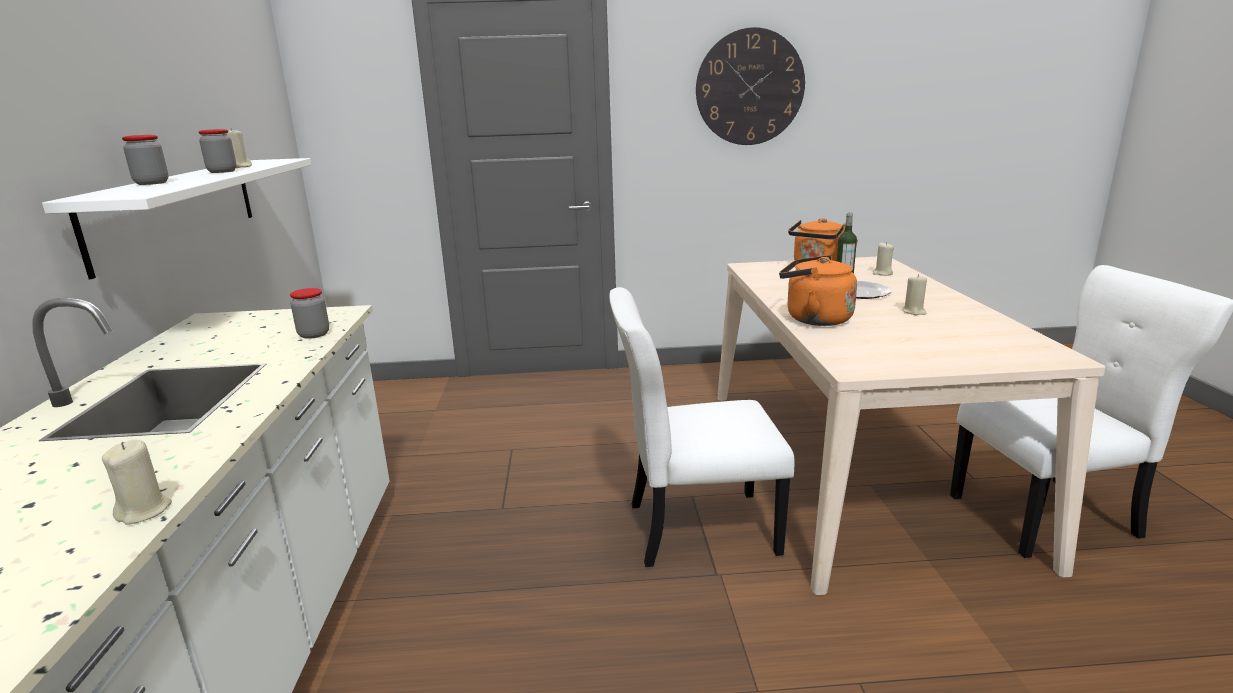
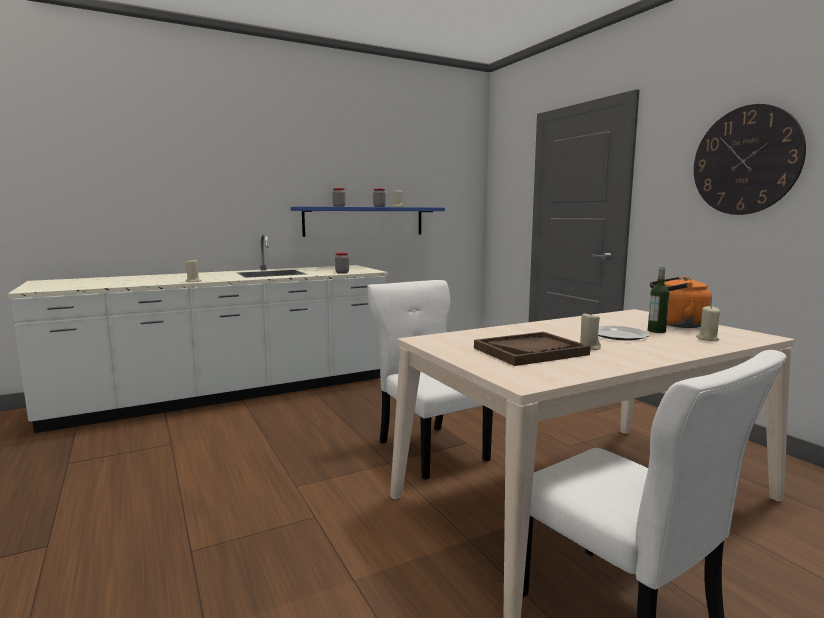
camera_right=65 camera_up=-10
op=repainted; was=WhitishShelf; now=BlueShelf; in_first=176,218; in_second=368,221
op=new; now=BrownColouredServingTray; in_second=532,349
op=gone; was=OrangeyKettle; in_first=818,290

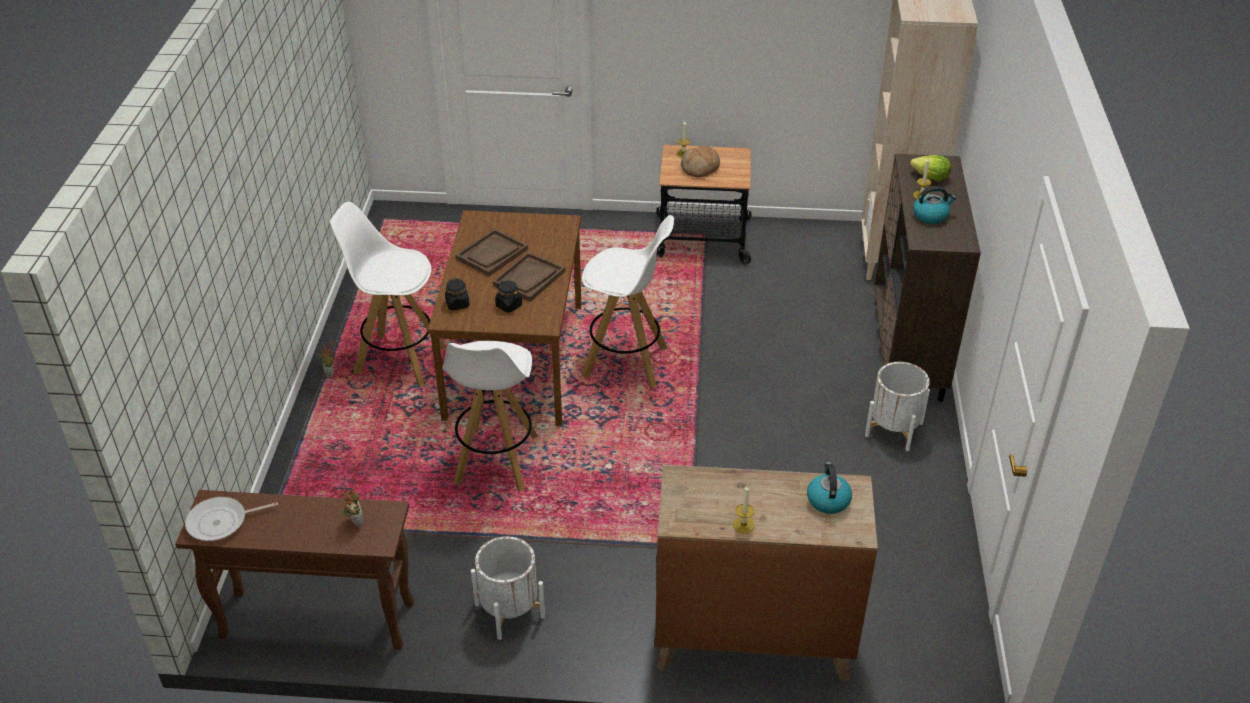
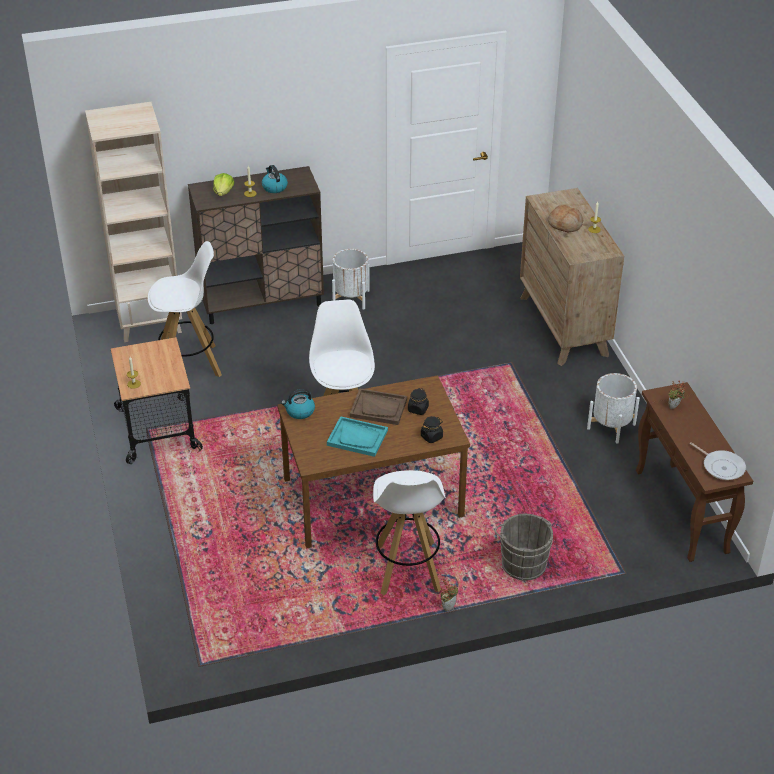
camera_right=-110 camera_up=0
op=shifted; was=WhitishStool; in_first=490,416; in_second=185,309
op=shifted; was=Kettle; in_first=829,488; in_second=298,404
op=repainted; was=BrownColouredServingTray; now=TurquoiseServingTray; in_first=491,252; in_second=357,436
op=new; now=GreyPail; in_second=523,547
op=shifted; was=Bread; in_first=700,161; in_second=565,218

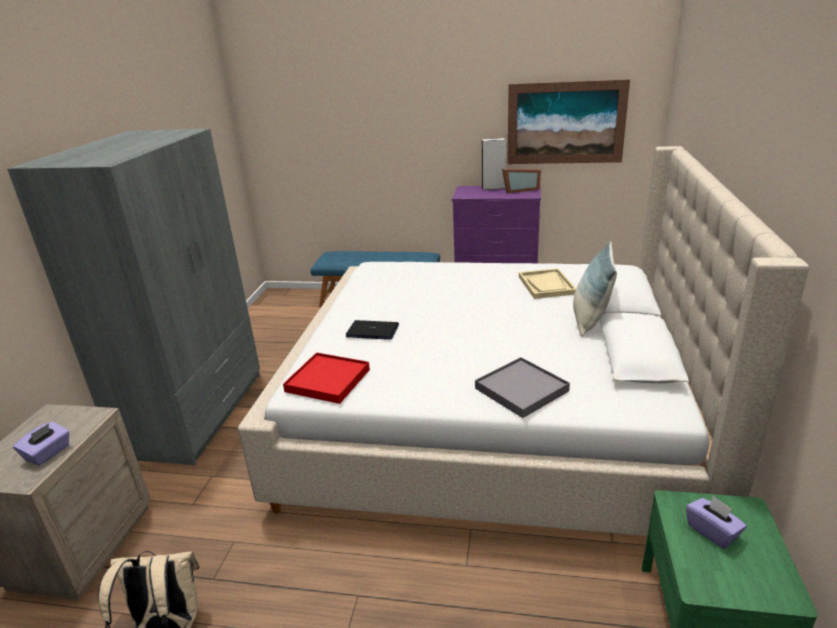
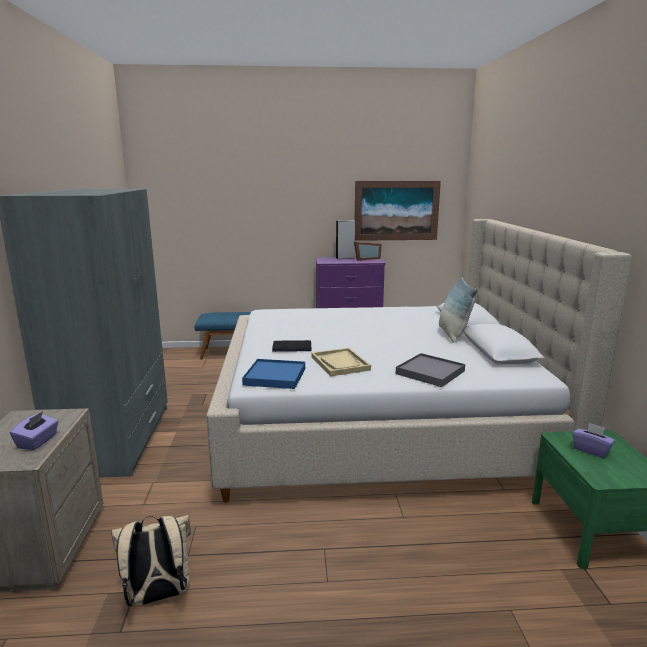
camera_right=-15 camera_up=-10
op=repainted; was=RedServingTray; now=BlueServingTray; in_first=326,378; in_second=273,374
op=shifted; was=SandColouredServingTray; in_first=547,283; in_second=341,362

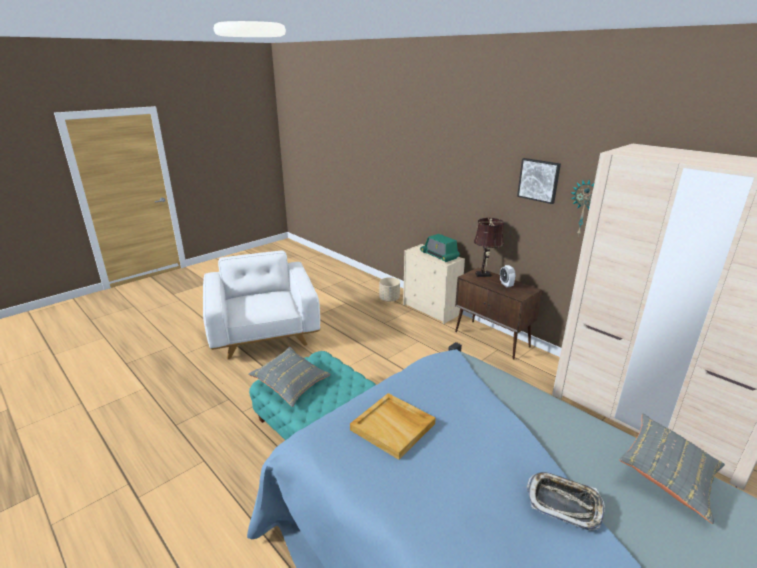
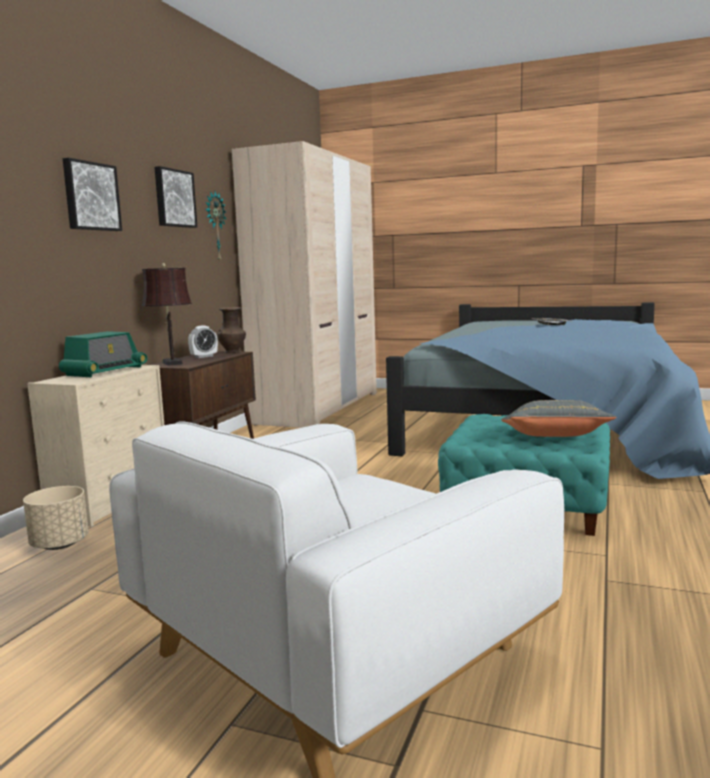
camera_right=-115 camera_up=-15
op=new; now=WallPicture; in_second=92,194
op=new; now=BrownColouredFlowerVase; in_second=231,330
op=gone; was=SandColouredServingTray; in_first=393,426
op=gone; was=GreyThrowPillow; in_first=672,468

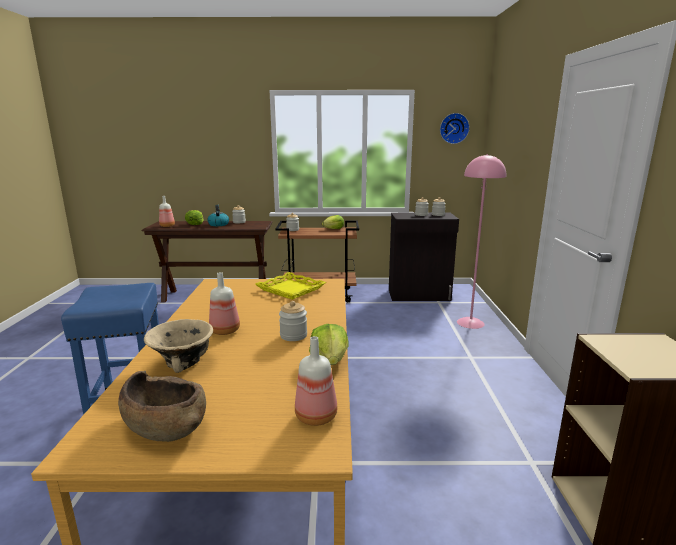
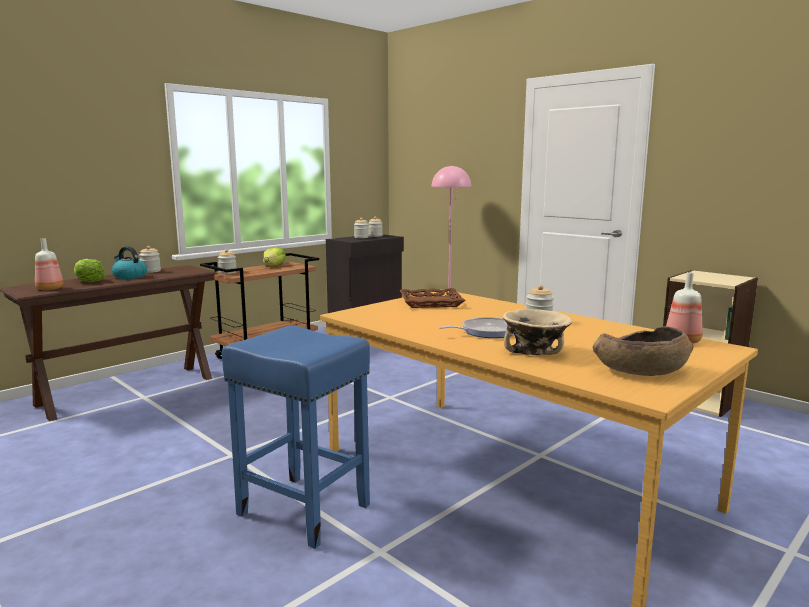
camera_right=-45 camera_up=-5
op=repainted; was=YellowishServingTray; now=BrownColouredServingTray; in_first=290,286; in_second=432,298
op=swapped; was=DrinkBottle; now=Skillet; in_first=224,303; in_second=476,327
op=gone; was=LettuceHead; in_first=329,344
op=gone; was=WallClock; in_first=455,128

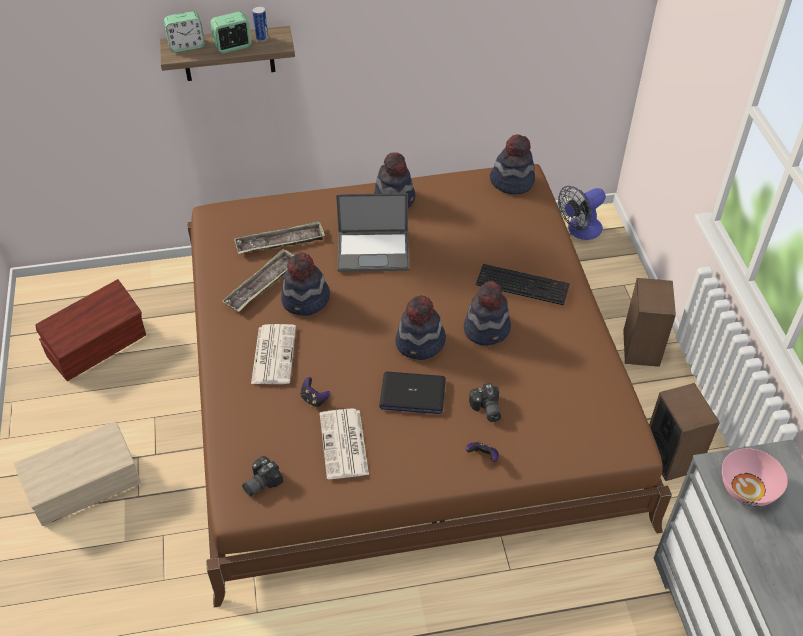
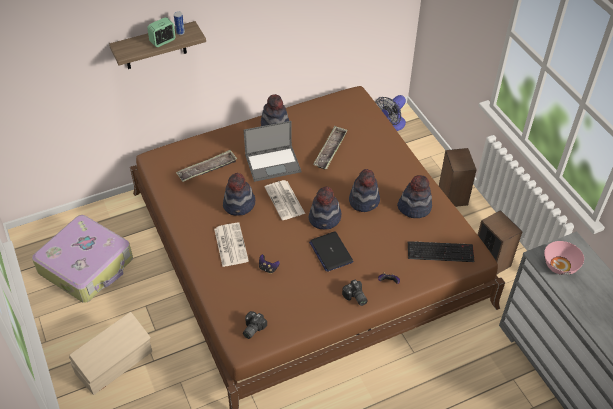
camera_right=-15 camera_up=0
op=swapped; was=BrownColouredStorageContainer; now=PieceOfLuggage; in_first=91,330; in_second=82,259
op=shifted; was=Newspaper; in_first=344,443; in_second=285,200
op=rotated; was=NotebookComputer; in_first=412,393; in_second=331,251; clockwise=75
op=shifted; was=ServingTray; in_first=258,280; in_second=330,148
op=shifted; was=PhotoCamera; in_first=485,402; in_second=355,292
op=shifted; was=Hat; in_first=512,164; in_second=414,196
op=shifted; was=PcKeyboard; in_first=523,284; in_second=441,251
op=gone; was=TableClock; in_first=184,31

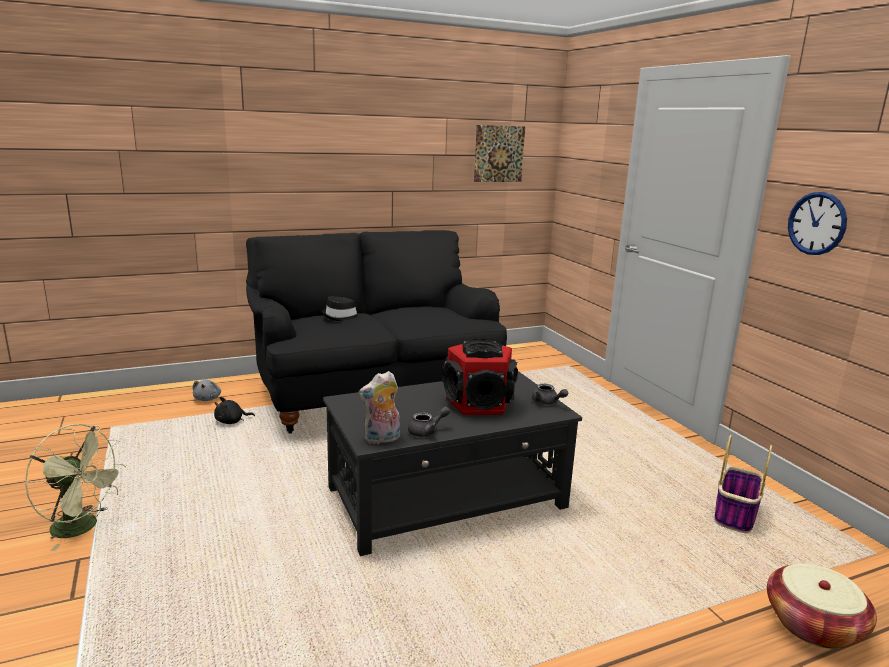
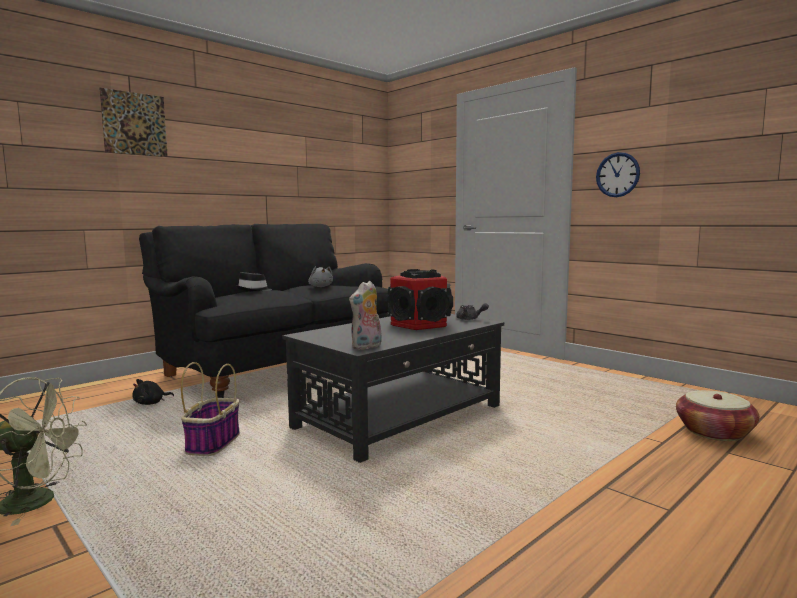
camera_right=-20 camera_up=-10
op=shifted; was=WallPicture; in_first=499,153; in_second=133,122
op=shifted; was=Basket; in_first=743,484; in_second=210,409
op=shifted; was=GreyCuddlyToy; in_first=207,390; in_second=320,276
op=gone; was=GreyTeapot; in_first=429,422

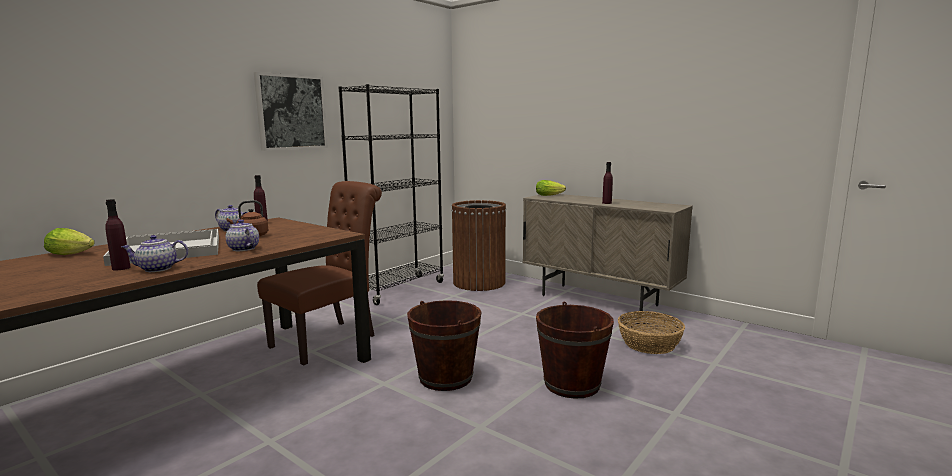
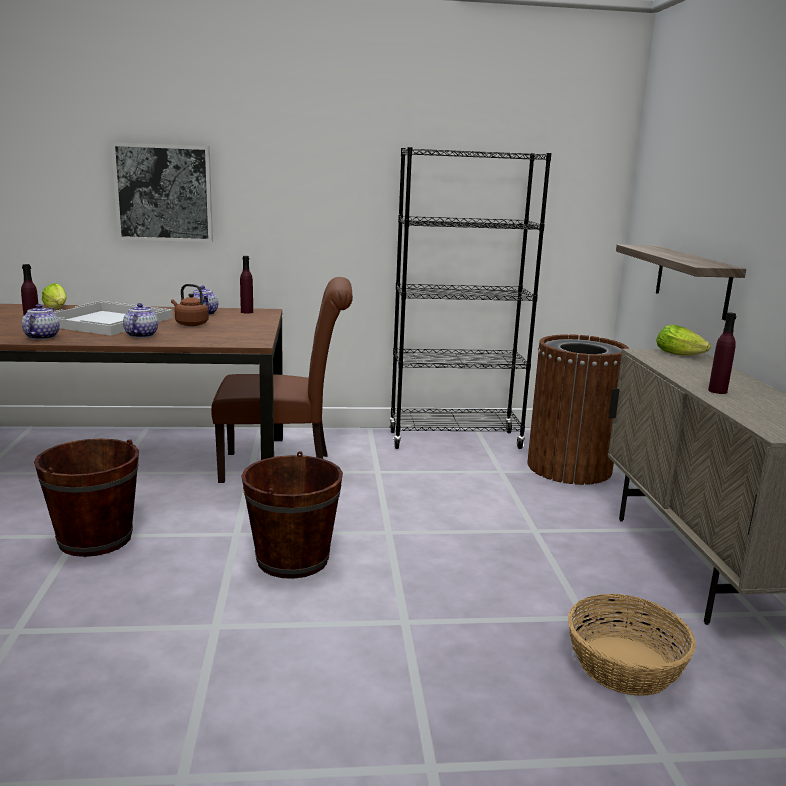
camera_right=45 camera_up=5
op=rotated; was=Teapot; in_first=154,253; in_second=41,322; clockwise=60
op=shifted; was=BrownColouredPail; in_first=575,350; in_second=86,497
op=shifted; was=WallPicture; in_first=291,111; in_second=162,192
op=new; now=Shelf; in_second=681,282

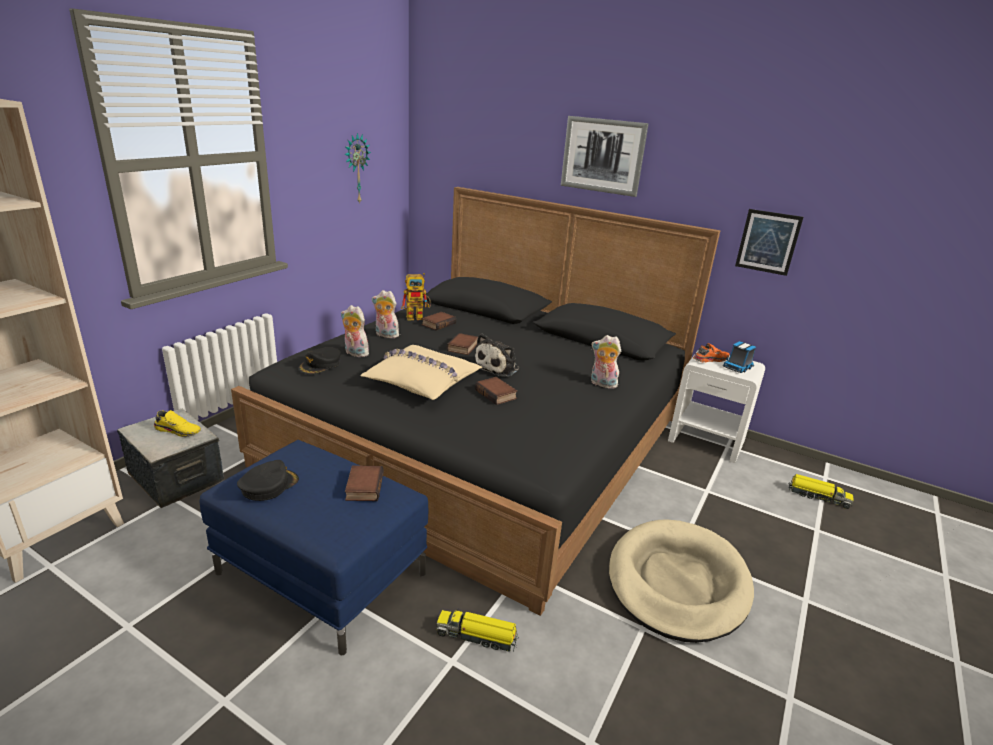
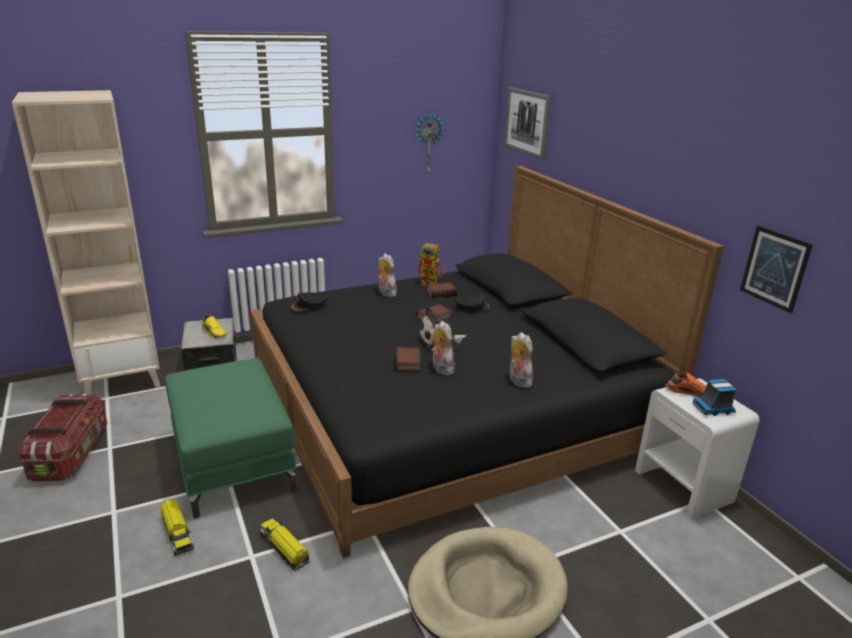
camera_right=35 camera_up=0
op=new; now=StorageContainer; in_second=63,437
op=shifted; was=ModelTruck; in_first=821,491; in_second=177,527
op=repainted; was=BlueFootrest; now=GreenFootrest; in_first=314,547; in_second=231,438
op=shifted; was=CuddlyToy; in_first=355,331; in_second=443,348
op=shifted; was=BlackColouredCap; in_first=268,480; in_second=472,302
op=shifted; was=WallPicture; in_first=605,156; in_second=528,123
op=gone; was=BoundBook; in_first=364,483
op=gone; was=SandColouredThrowPillow; in_first=421,372

